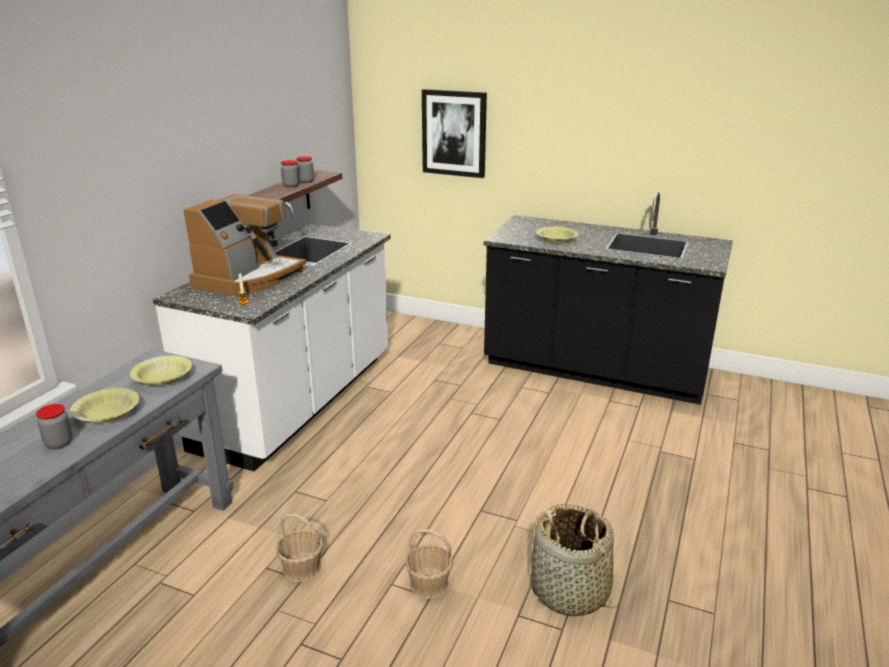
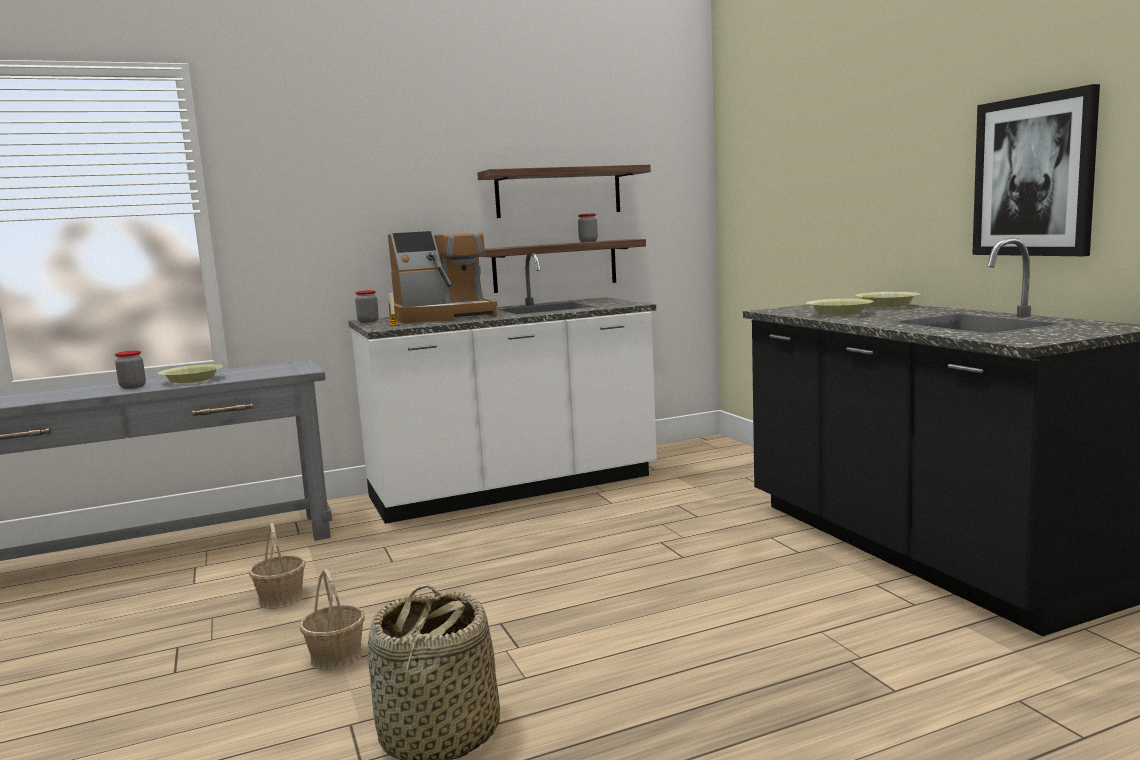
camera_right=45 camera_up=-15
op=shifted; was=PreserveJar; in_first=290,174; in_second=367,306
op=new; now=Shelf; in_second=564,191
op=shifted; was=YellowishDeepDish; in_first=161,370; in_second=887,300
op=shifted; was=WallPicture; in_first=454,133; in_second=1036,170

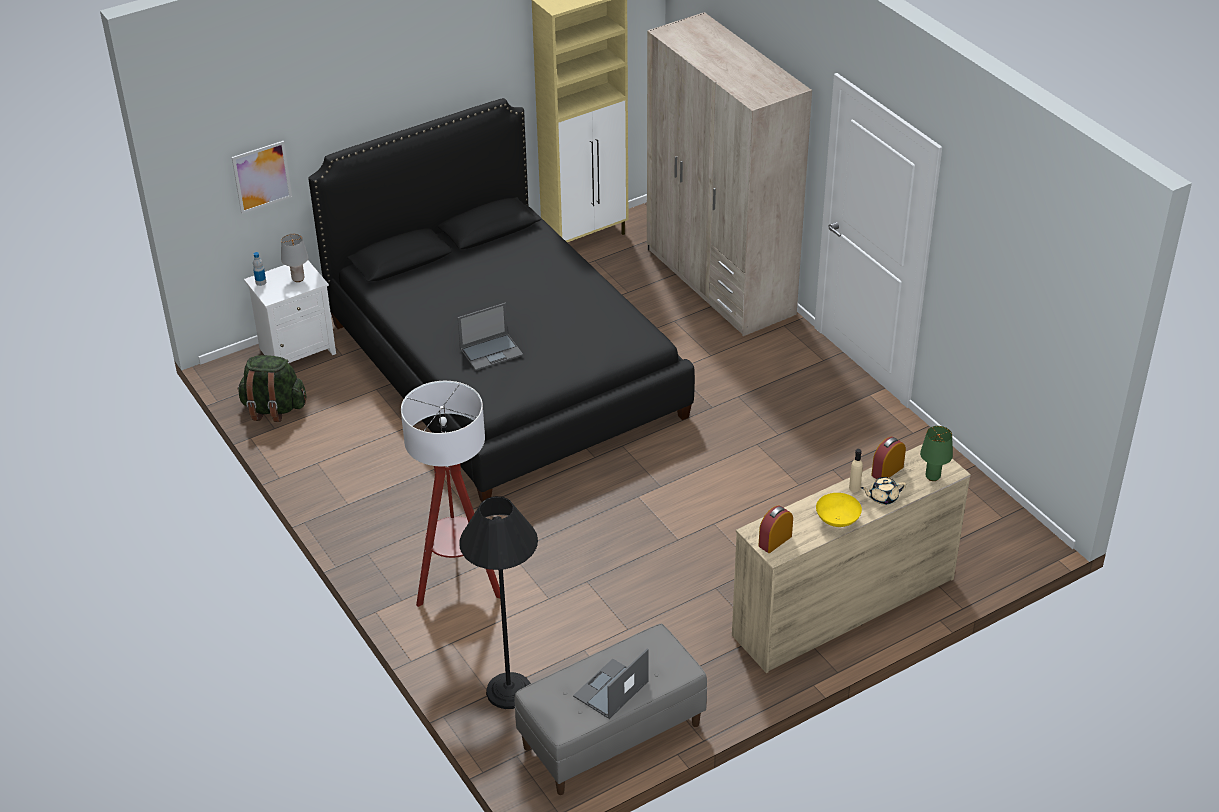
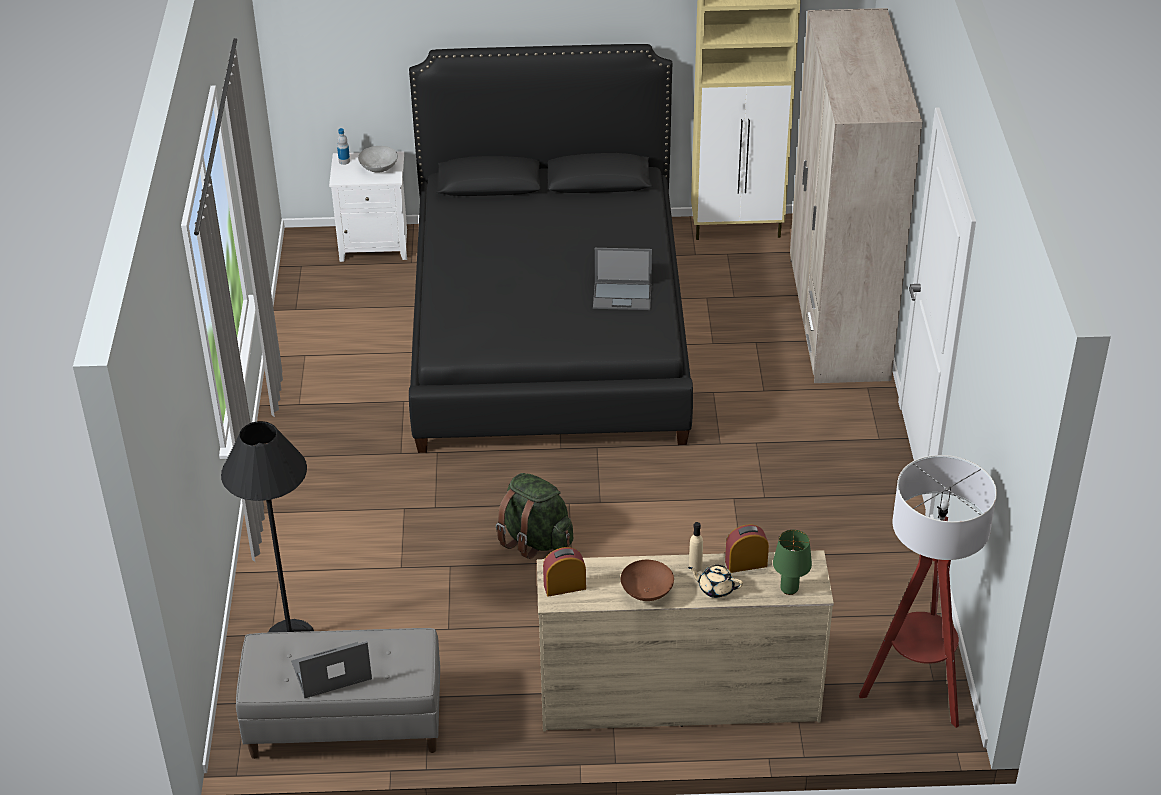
camera_right=30 camera_up=0
op=swapped; was=GreyLampForATable; now=GreyDeepDish; in_first=294,258; in_second=378,159
op=shifted; was=GreenRucksack; in_first=271,388; in_second=534,516
op=shifted; was=NotebookComputer; in_first=490,337; in_second=622,279
op=repainted; was=YellowishDeepDish; now=BrownColouredDeepDish; in_first=839,510; in_second=647,580
op=shifted; was=StandingLamp; in_first=450,494; in_second=928,591
op=gone; was=WallPicture; in_first=262,177

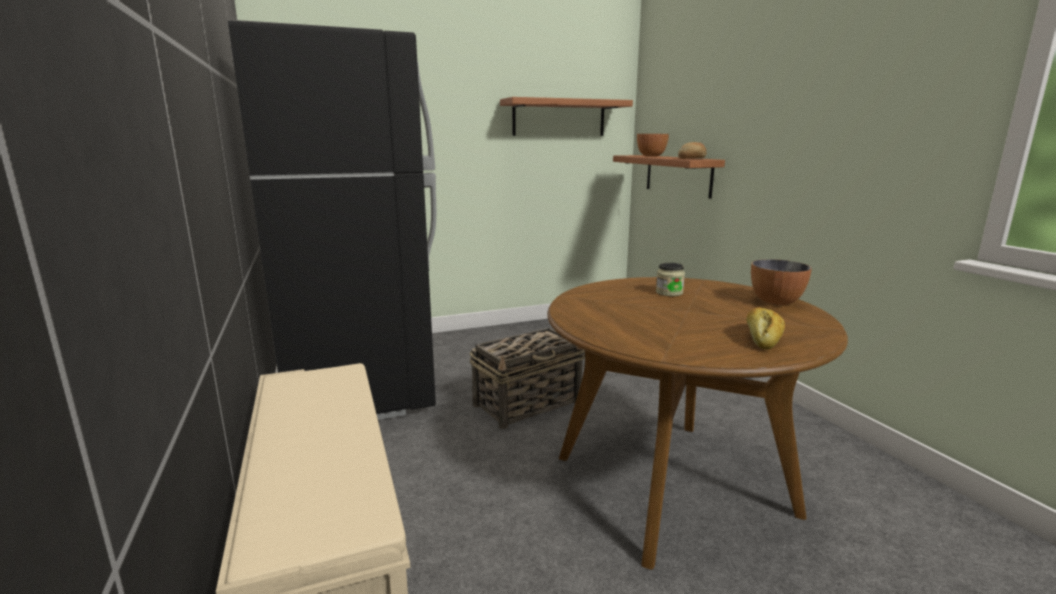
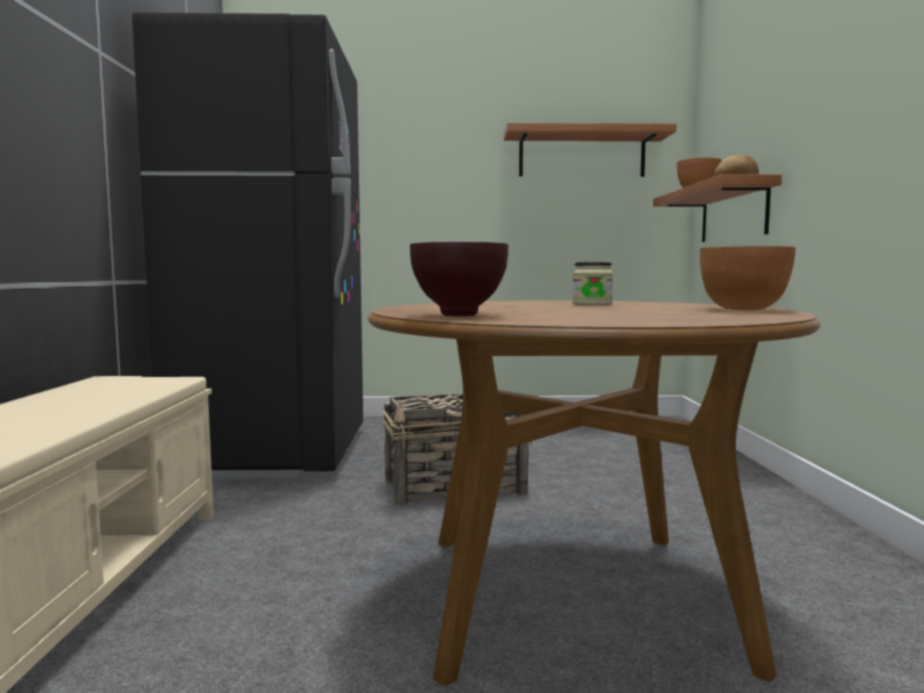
camera_right=20 camera_up=-10
op=new; now=BrownColouredDeepDish; in_second=459,279
op=gone; was=Bread; in_first=766,328

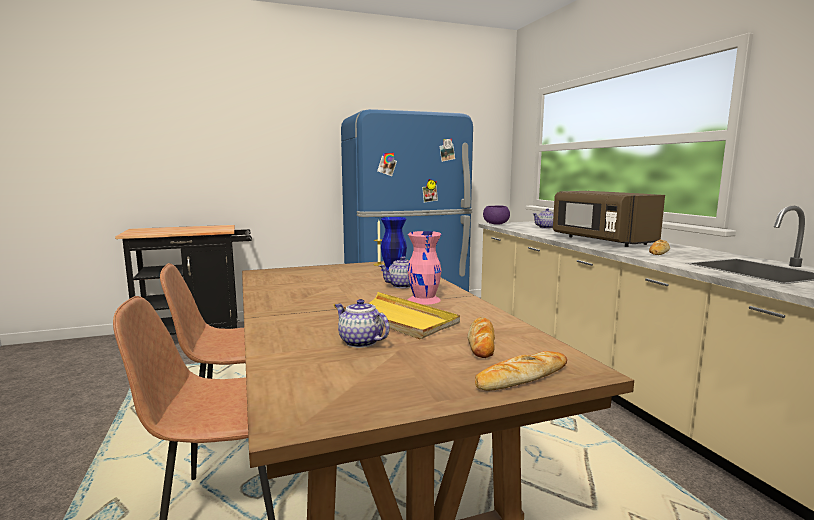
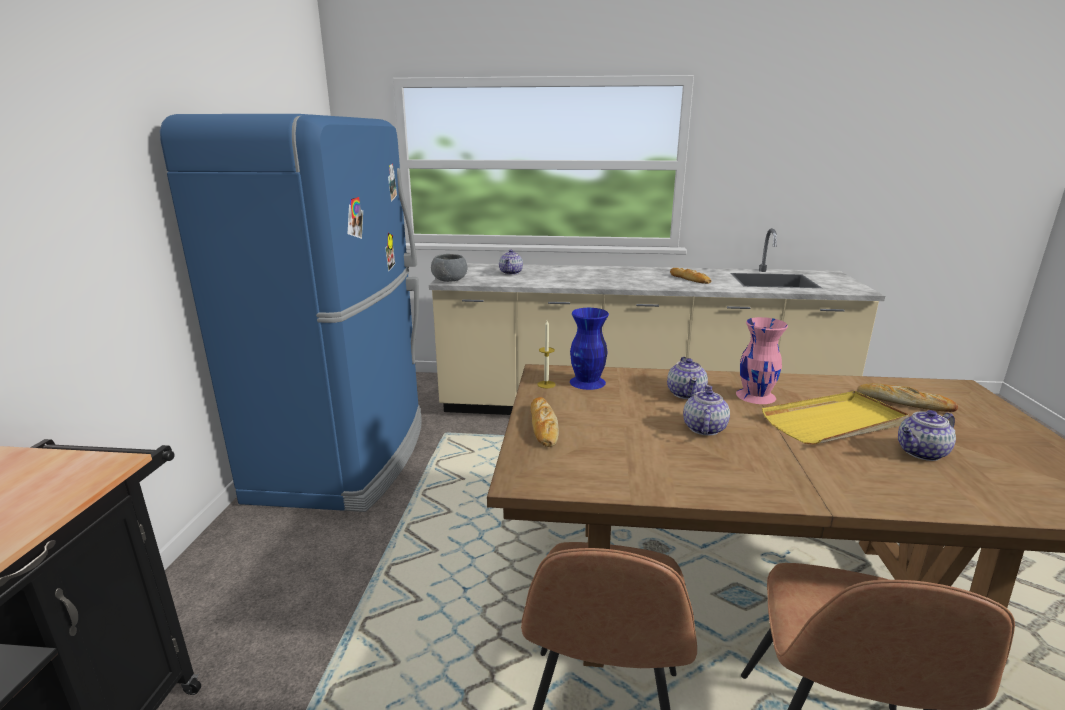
camera_right=-65 camera_up=10
op=repainted; was=PurpleColouredDeepDish; now=GreyDeepDish; in_first=496,215; in_second=449,268
op=shifted; was=Bread; in_first=521,371; in_second=544,422
op=new; now=Teapot; in_second=706,410
op=gone; was=BrownColouredKitchenMicrowave; in_first=609,219

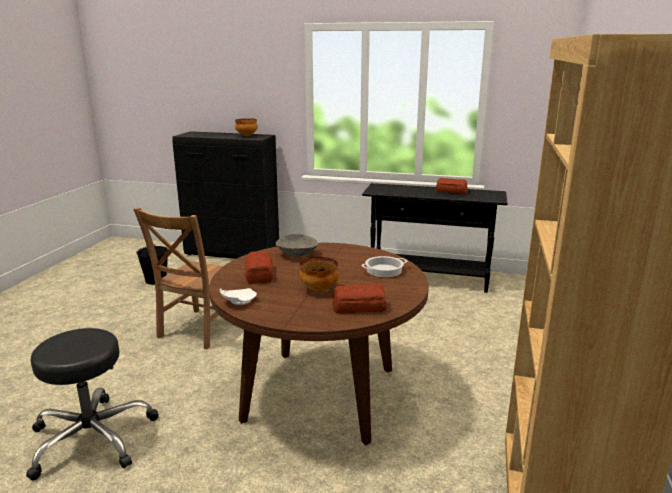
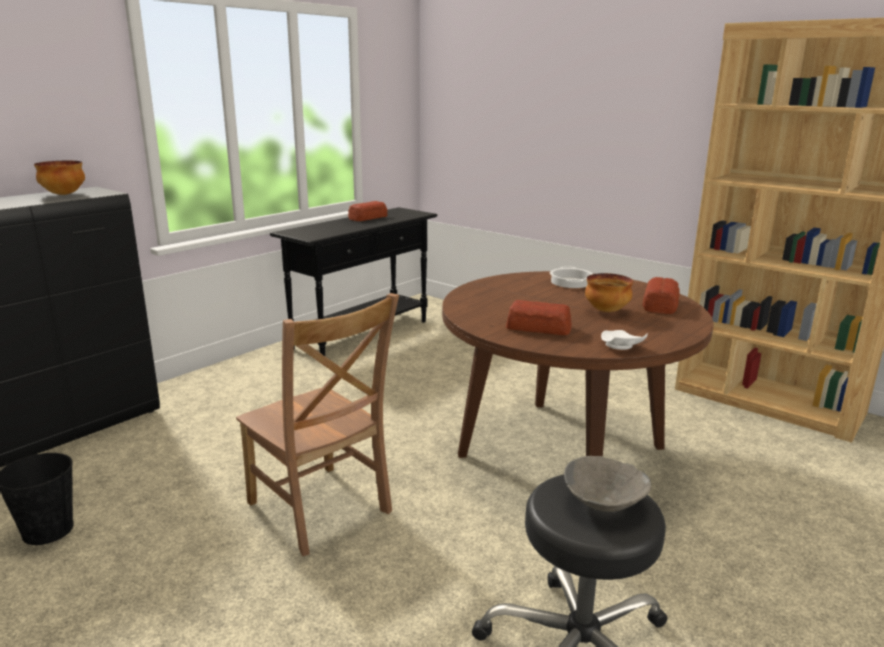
camera_right=-65 camera_up=0
op=shifted; was=GreyDeepDish; in_first=297,245; in_second=607,484

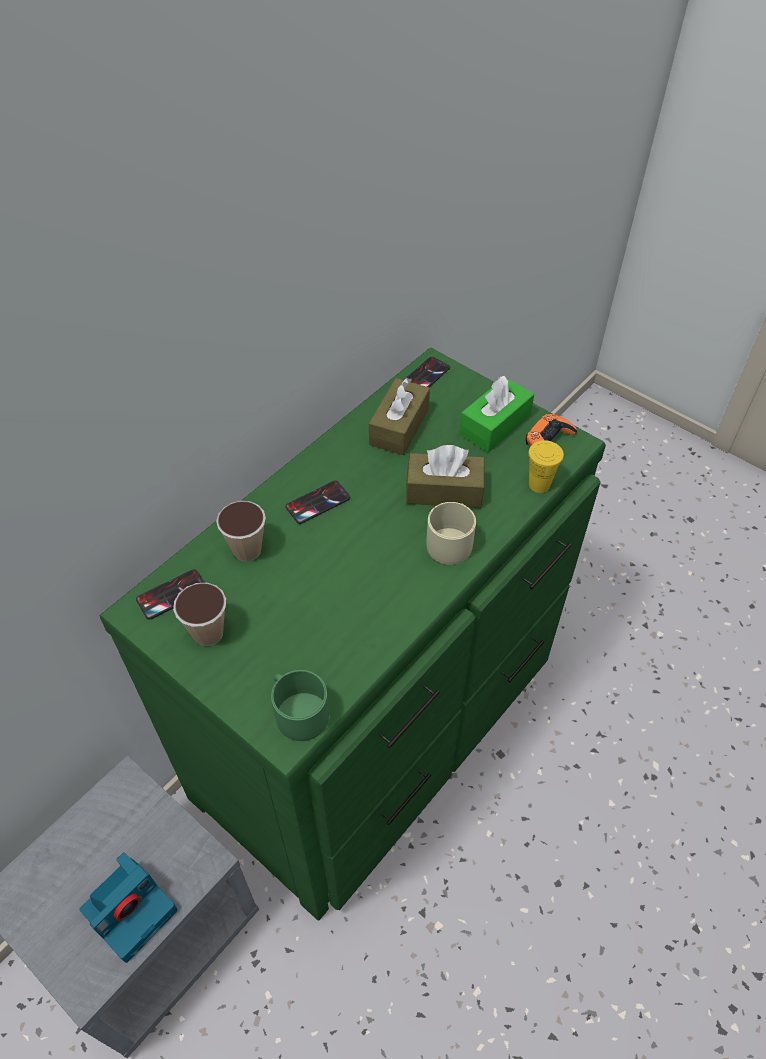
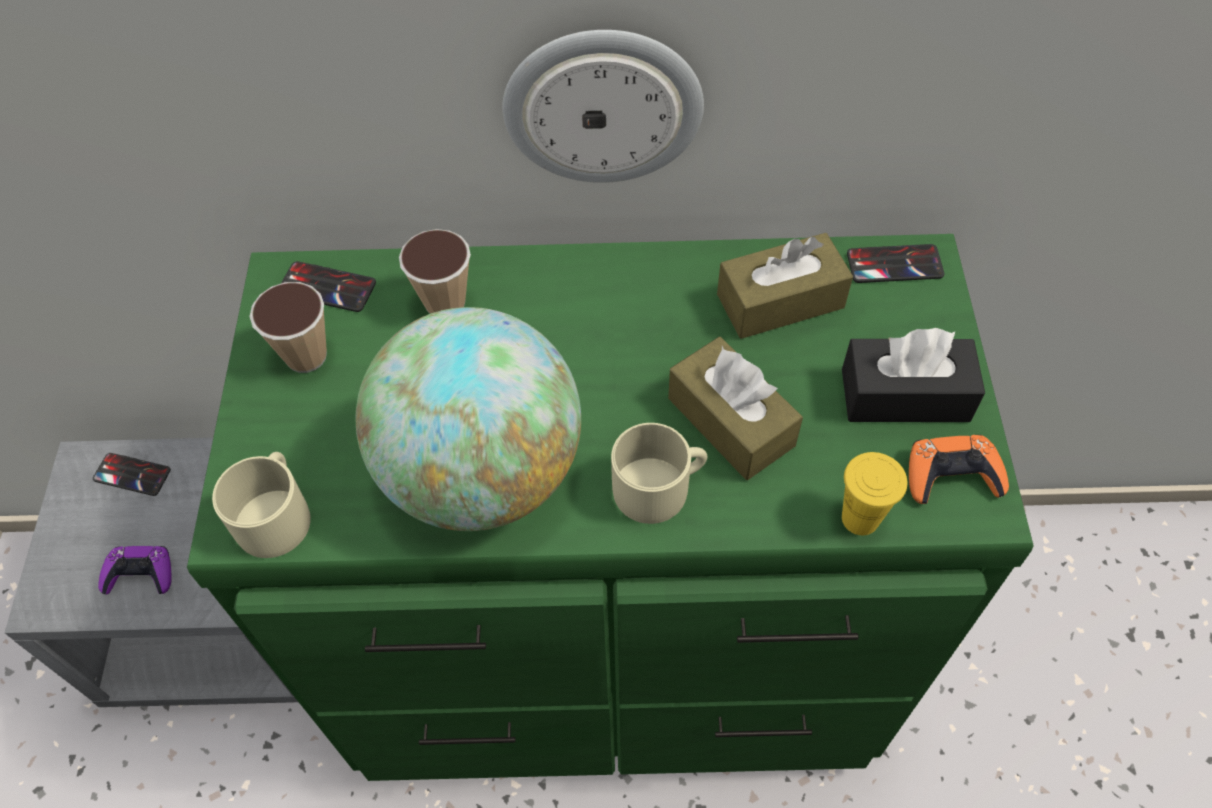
camera_right=50 camera_up=5
op=shifted; was=Telephone; in_first=317,502; in_second=132,474
op=swapped; was=PhotoCamera; now=PurpleColouredGamepad; in_first=128,907; in_second=135,570
op=repainted; was=GreenTeaMug; now=SandColouredTeaMug; in_first=300,705; in_second=261,505
op=new; now=WorldGlobe; in_second=468,419
op=new; now=WallClock; in_second=603,106
op=repainted; was=GreenTissueHolder; now=BlackColouredTissueHolder; in_first=496,414; in_second=913,375

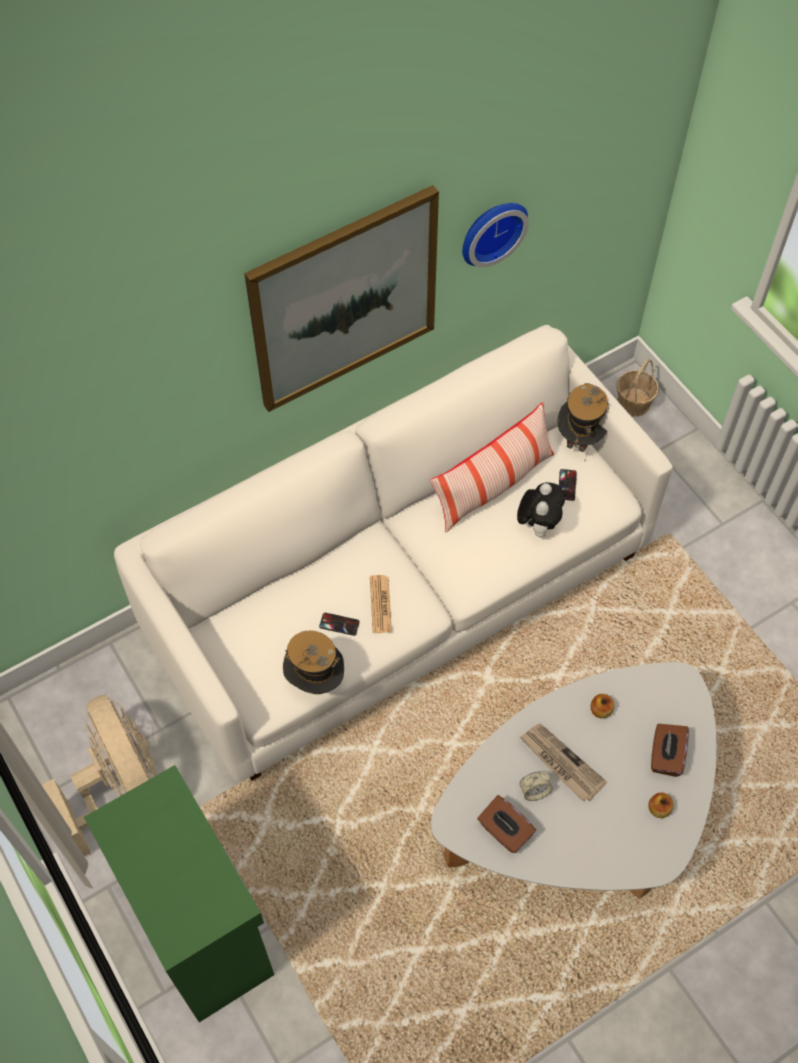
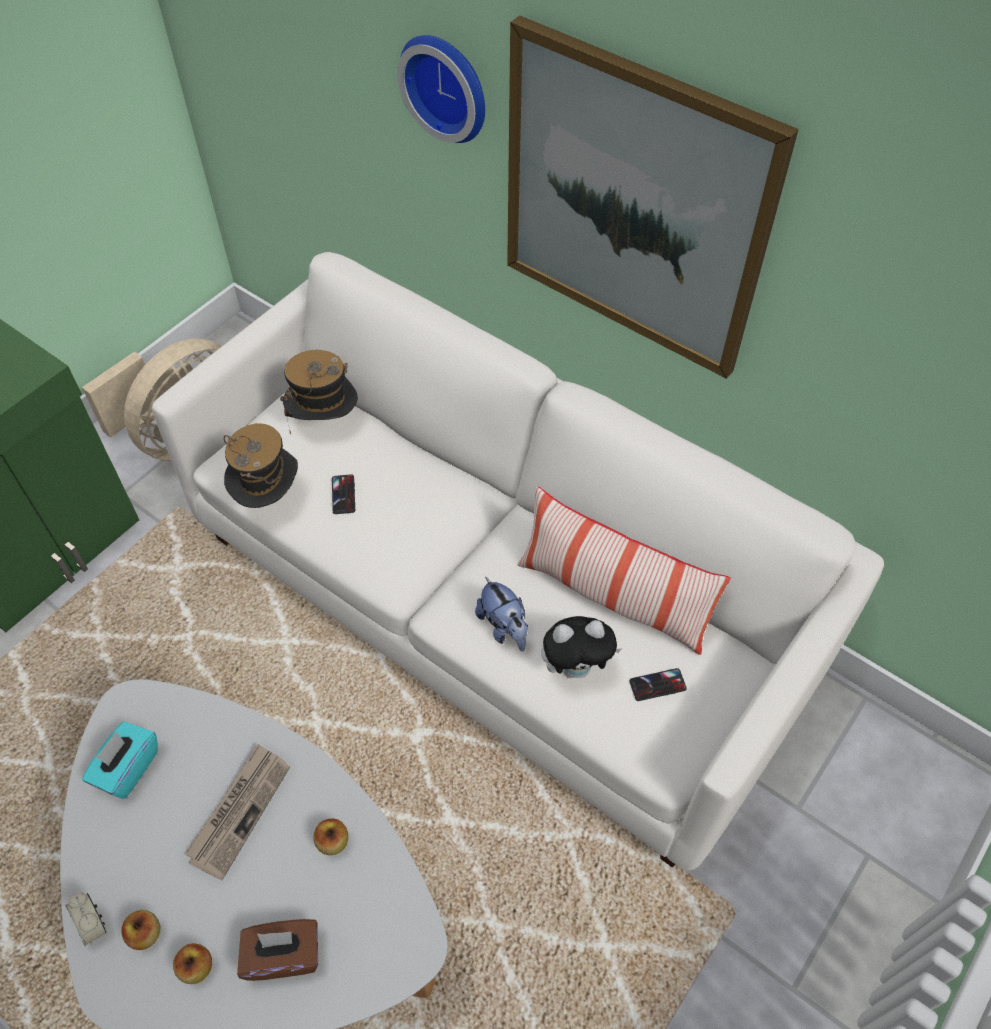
camera_right=70 camera_up=-5
op=shifted; was=TableClock; in_first=536,786; in_second=86,919
op=repainted; was=BrownColouredTissueHolder; now=TurquoiseTissueHolder; in_first=507,824; in_second=120,760
op=new; now=Apple; in_second=140,930
op=shifted; was=Hat; in_first=583,422; in_second=319,392
op=shifted; was=WallClock; in_first=495,235; in_second=441,89
op=new; now=CuddlyToy; in_second=501,614
op=gone; was=Newspaper; in_first=381,604
op=gone; was=Basket; in_first=637,388

